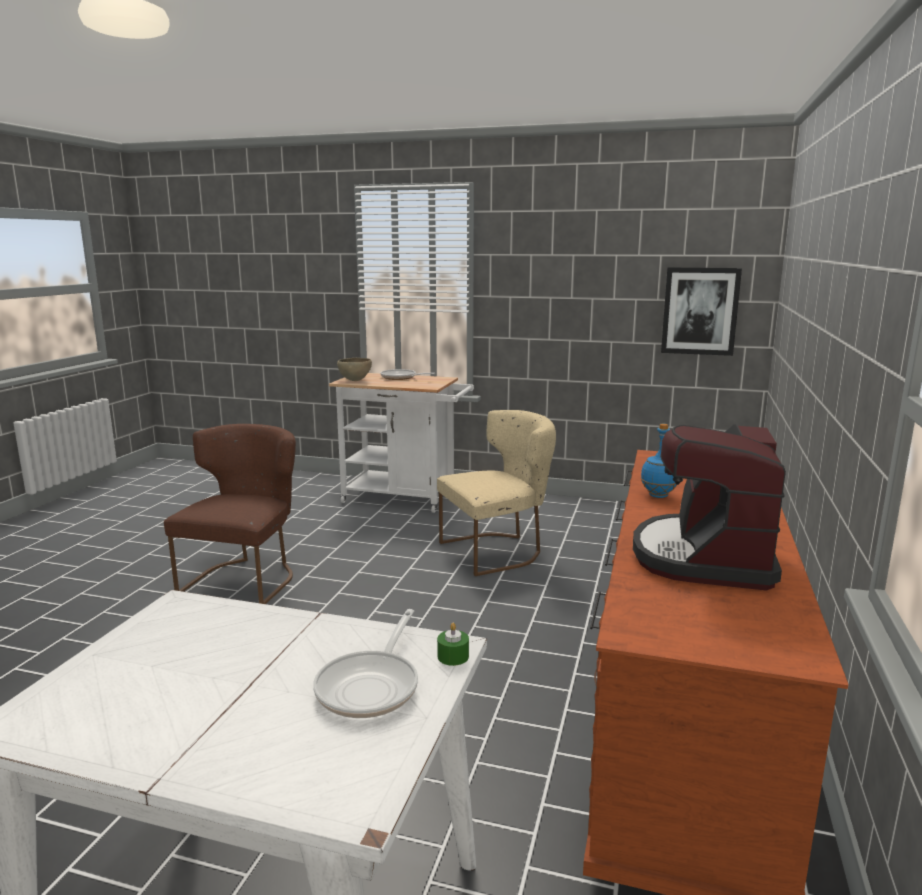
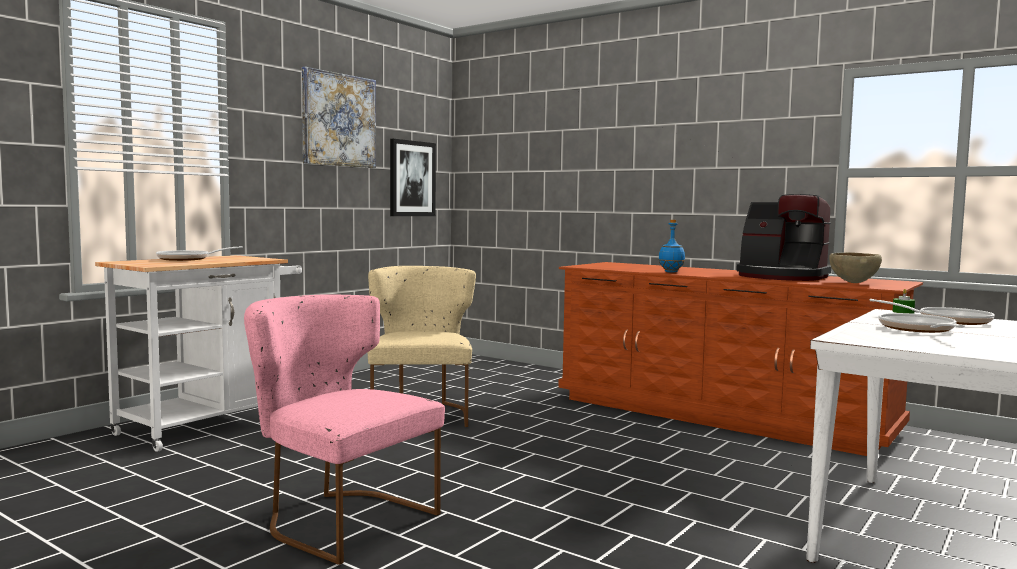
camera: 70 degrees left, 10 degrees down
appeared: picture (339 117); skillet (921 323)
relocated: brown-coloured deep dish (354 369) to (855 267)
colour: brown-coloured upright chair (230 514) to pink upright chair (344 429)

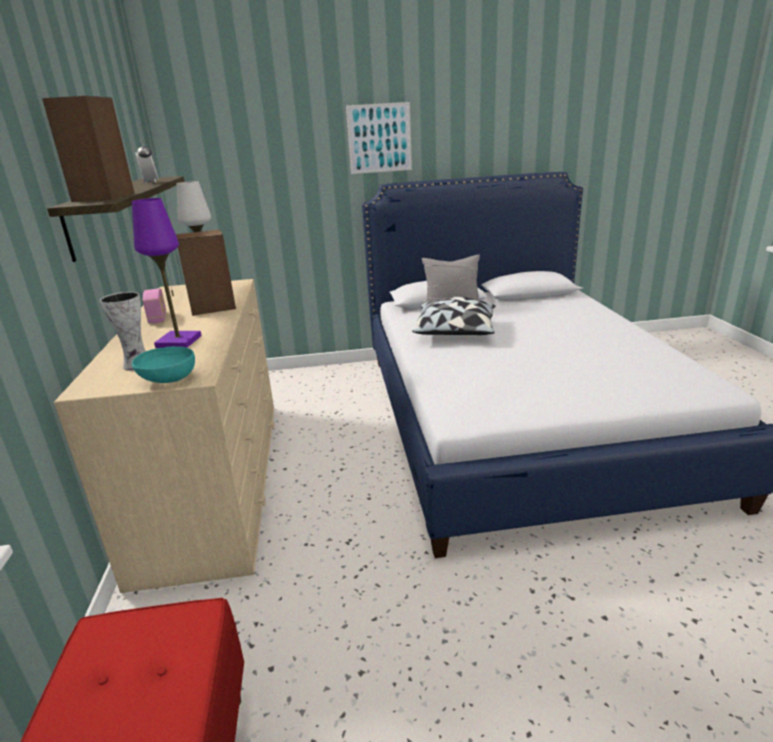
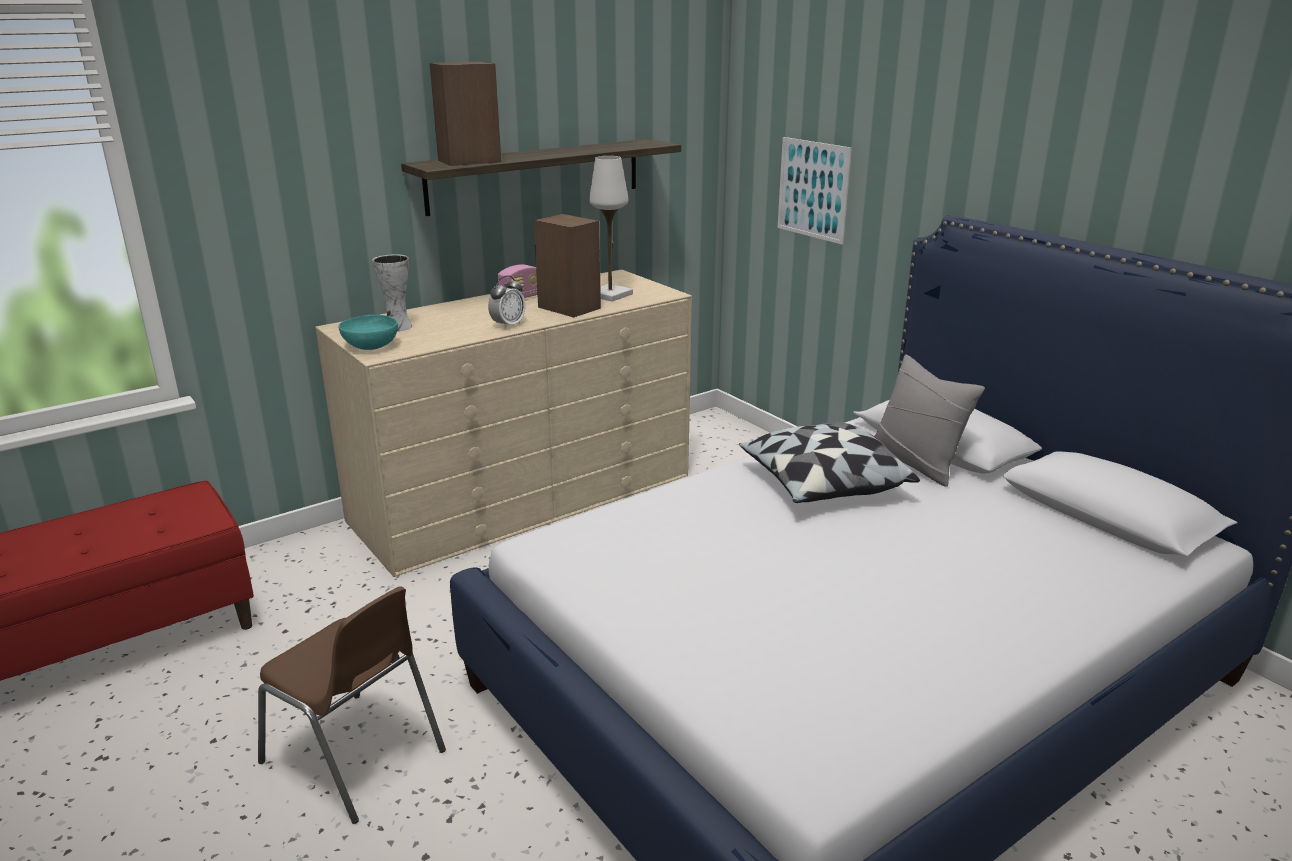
camera: 60 degrees right, 0 degrees up
missing: purplish tabletop lamp (166 273)
appeared: brown-coloured upright chair (352 705)
relocated: bedside clock (146 162) to (507 302); picture (379 138) to (814 191)

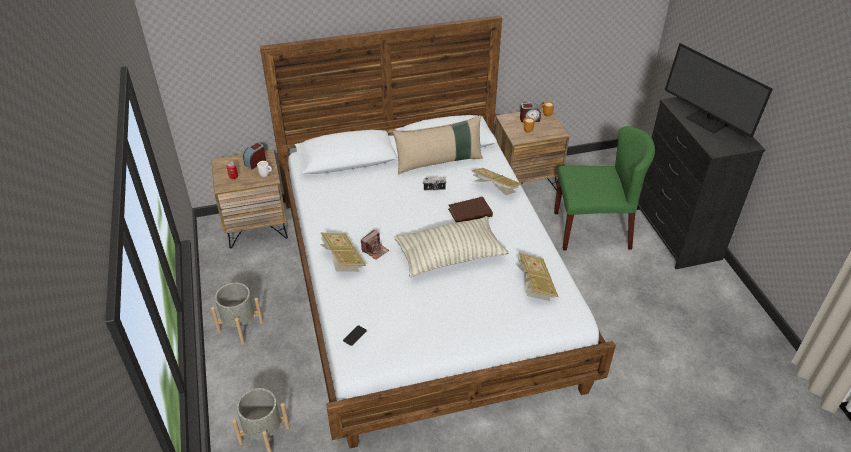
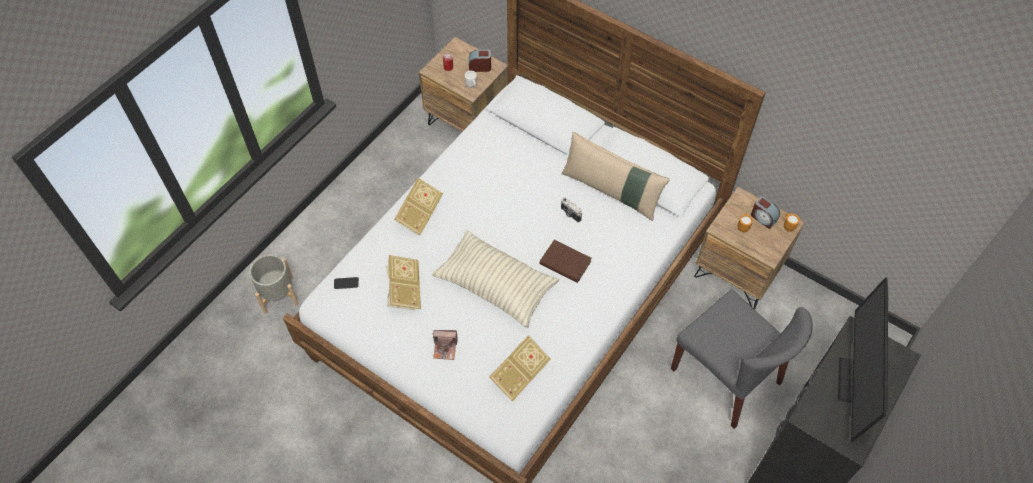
camera: 50 degrees right, 15 degrees up
missing: gray plant pot (237 313)
relocated: still camera (375 245) to (445 345); book (497 181) to (403 283)
colour: green upright chair (604 188) to gray upright chair (742 359)

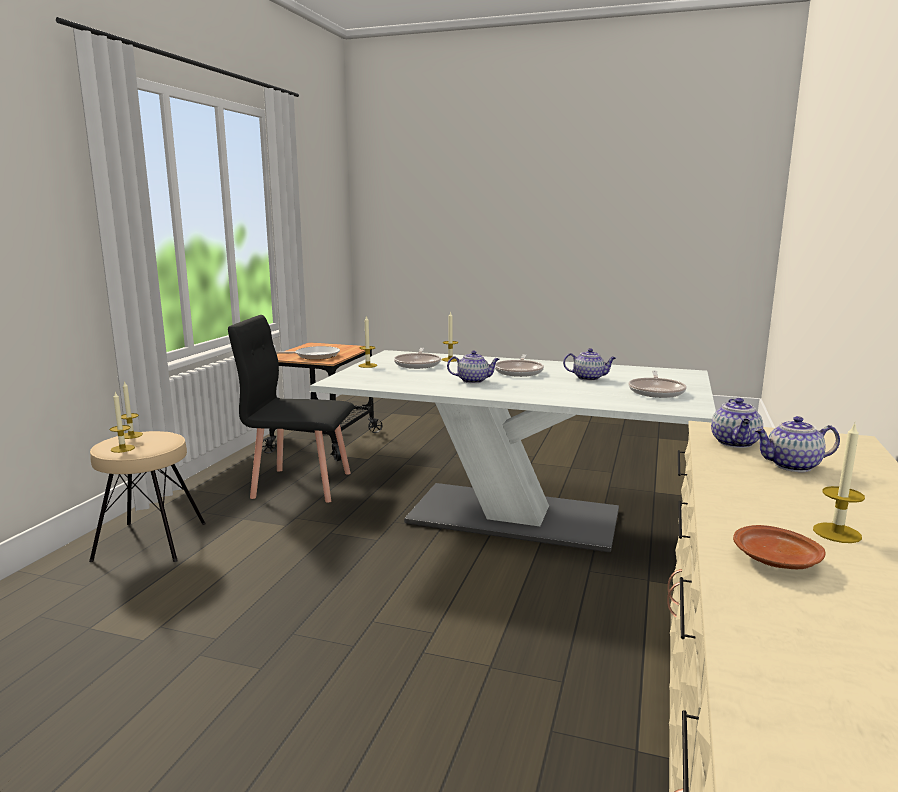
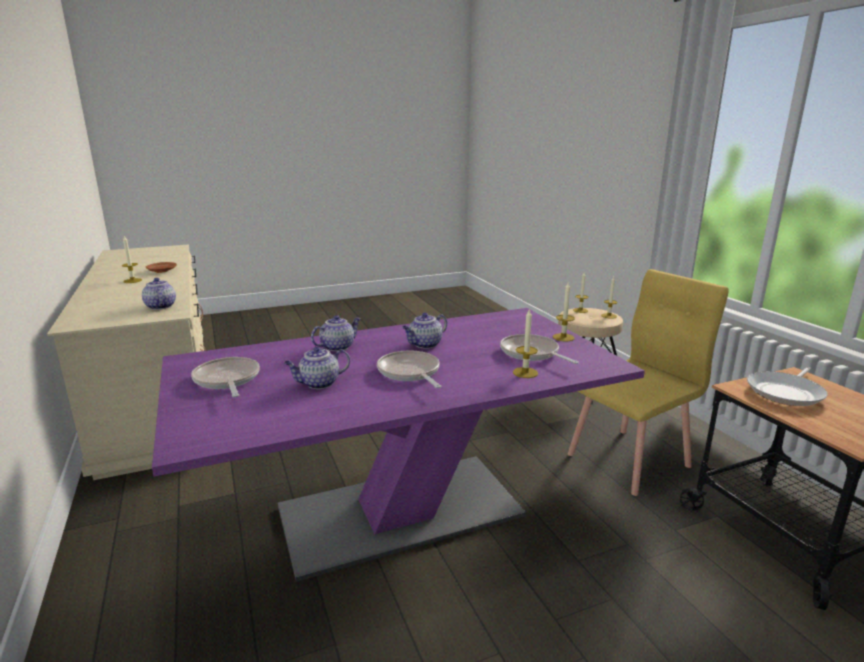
camera: 140 degrees right, 5 degrees up
relocated: pot for tea (797 444) to (336 333)
colour: blackish upright chair (291 409) to yellow-coloured upright chair (648 382); white-coloured dinner table (513 451) to purplish dinner table (398 445)

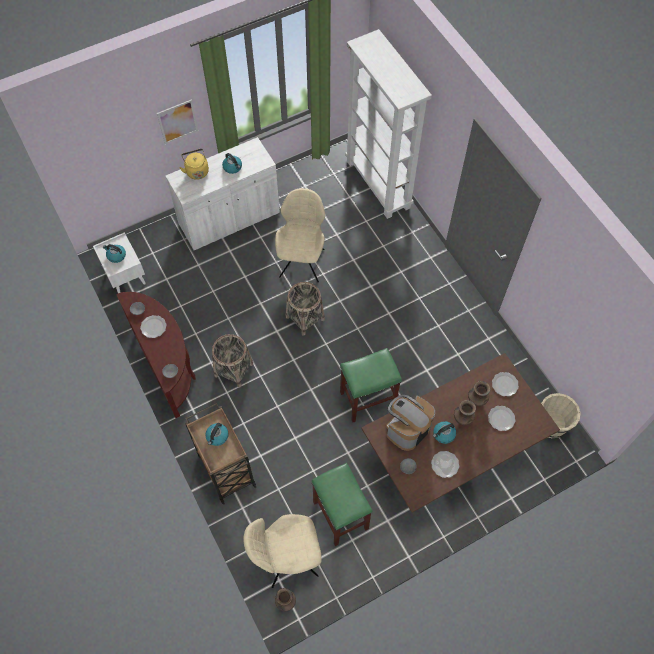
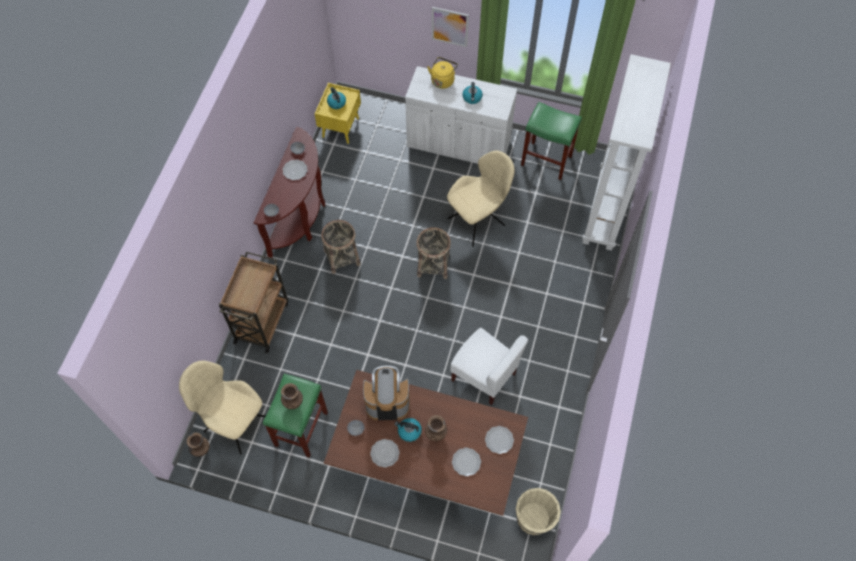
camera: 45 degrees right, 0 degrees up
missing: kettle (217 434)
appeared: white-coloured upright chair (489 366)
relocated: green stool seat (371 385) to (551 141); brown-coloured flower vase (479 393) to (292 396)
colour: white-coloured bedside table (119 262) to yellow-coloured bedside table (338 113)

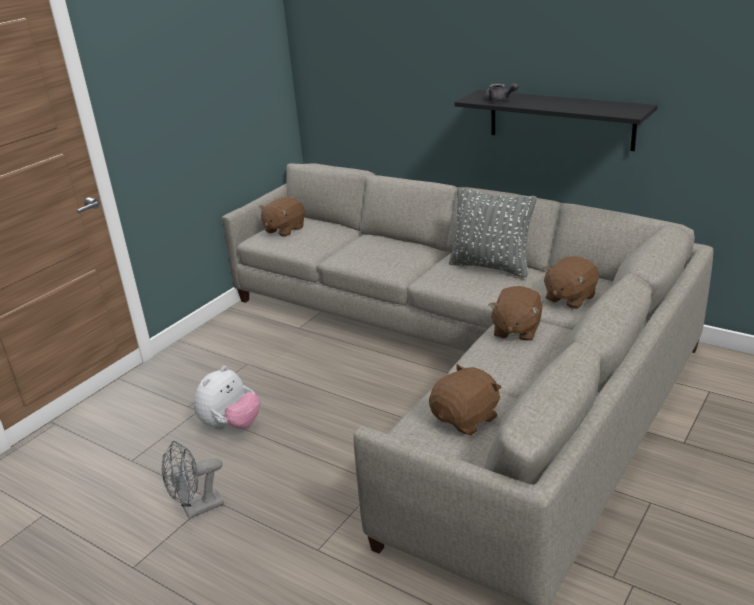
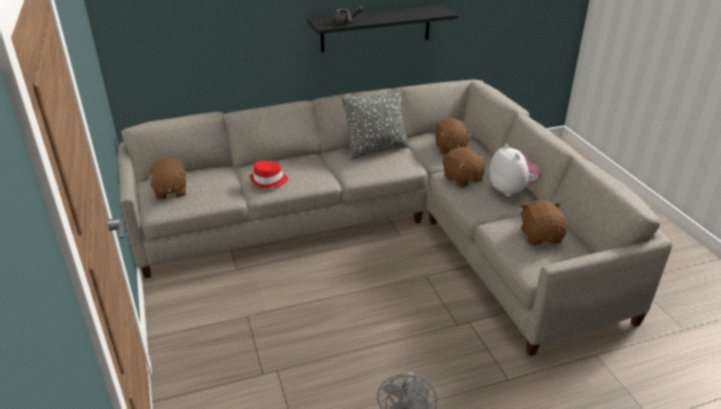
camera: 55 degrees left, 5 degrees up
appeared: red-coloured hat (269 174)
relocated: plush toy (227 398) to (515 170)

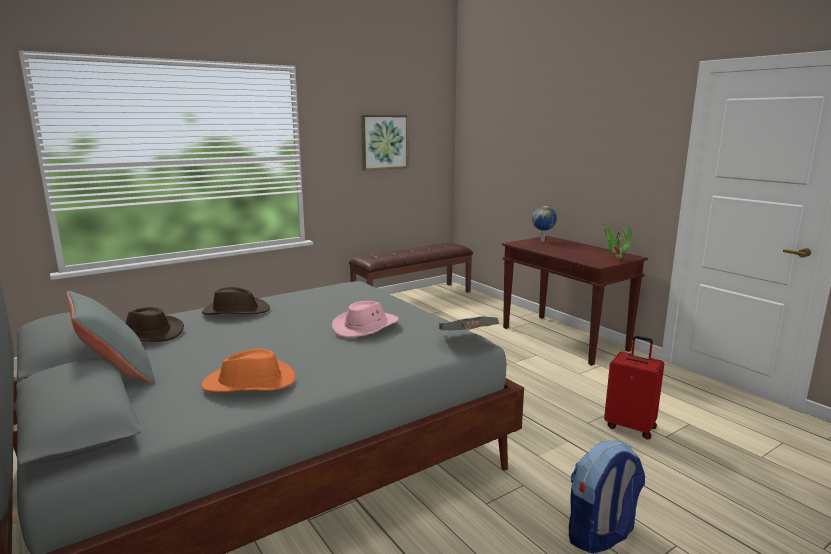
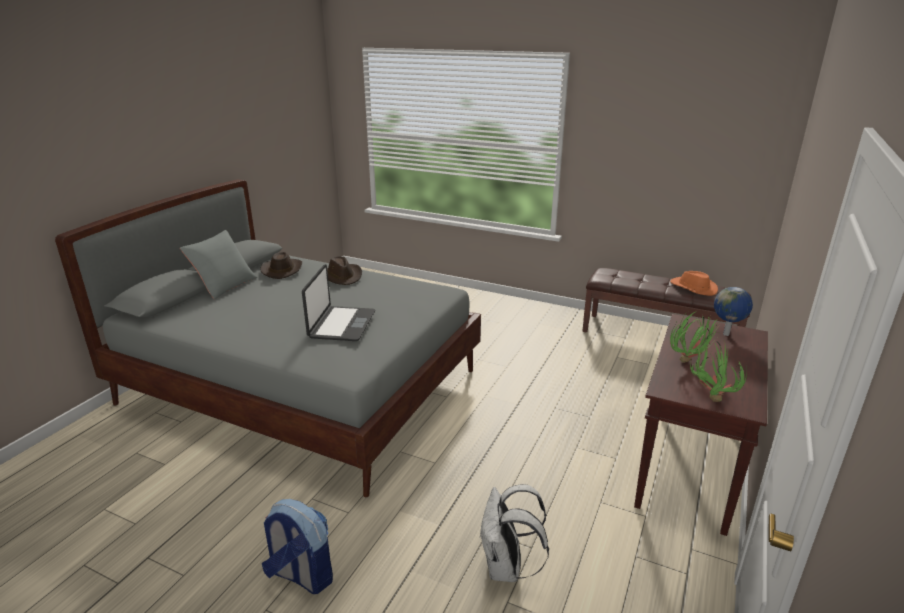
camera: 60 degrees right, 10 degrees up
missing: picture (384 143); daily paper (468 324)
appeared: potted plant (693 337)
relocated: orange hat (248 371) to (694 283)
exchanged: pink hat (365 319) to portable computer (338 302); red-coloured travel case (634 388) to white-coloured knapsack (514 533)

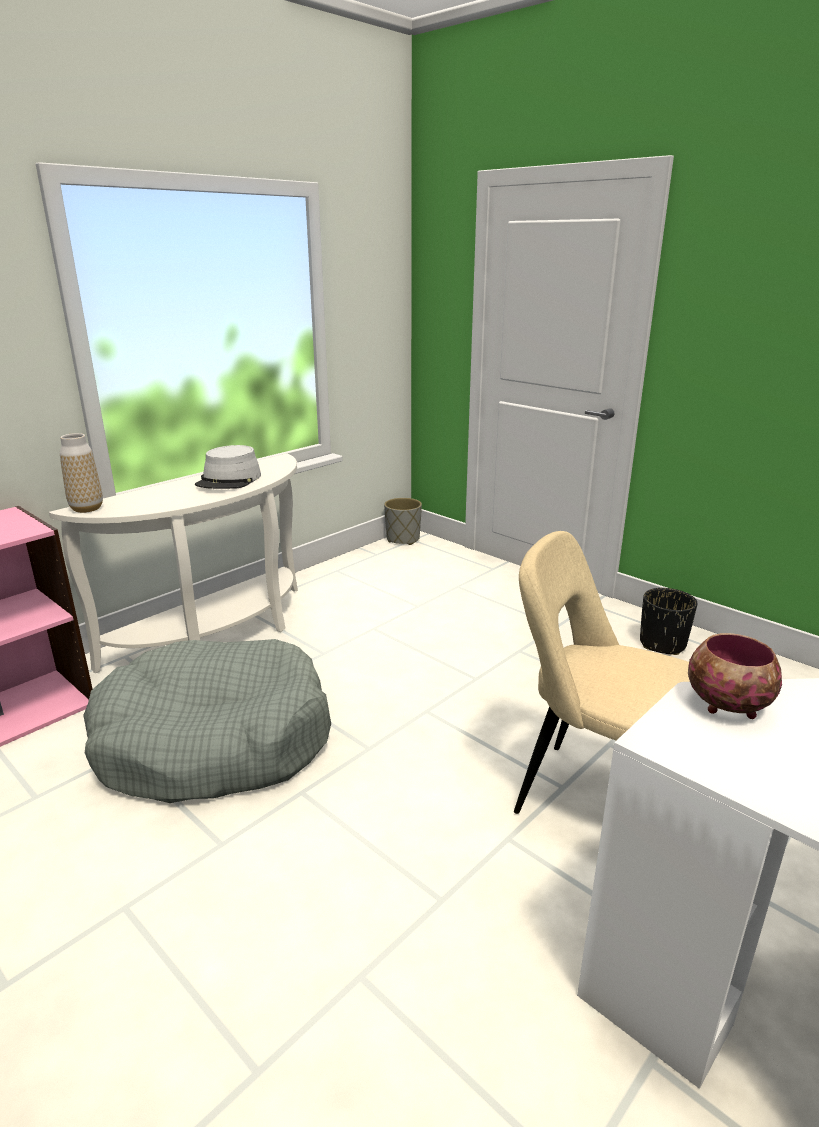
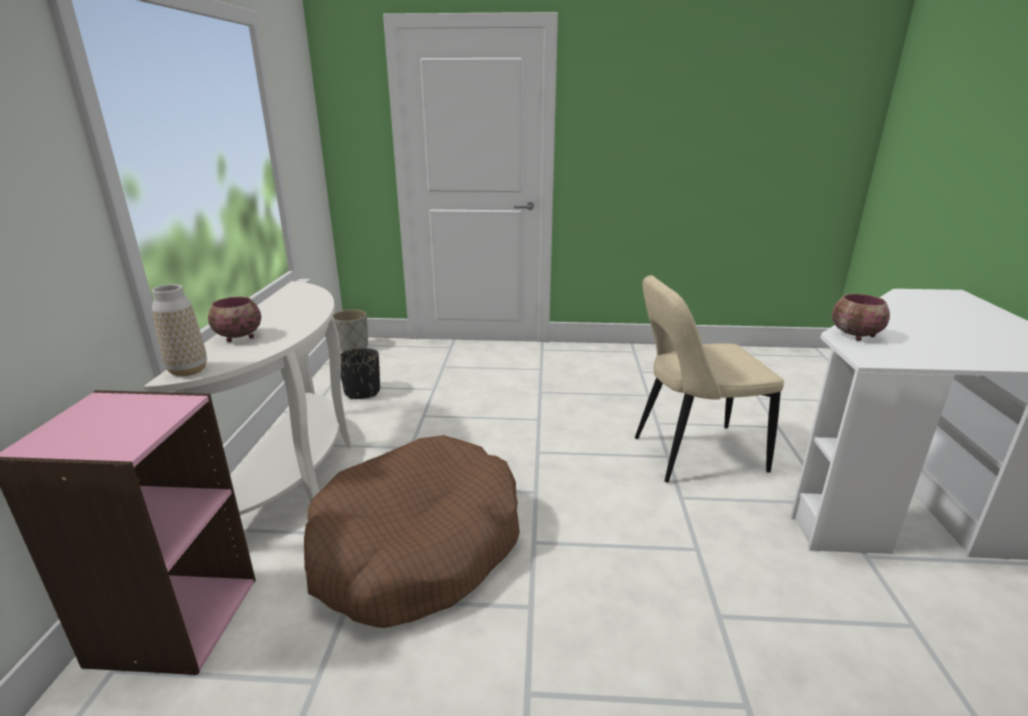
camera: 40 degrees left, 0 degrees up
missing: gray hat (228 467)
appeared: deep dish (234 319)
relocated: blackish plant pot (668 621) to (360 373)
colour: gray dog cushion (207 721) to brown-coloured dog cushion (412 531)

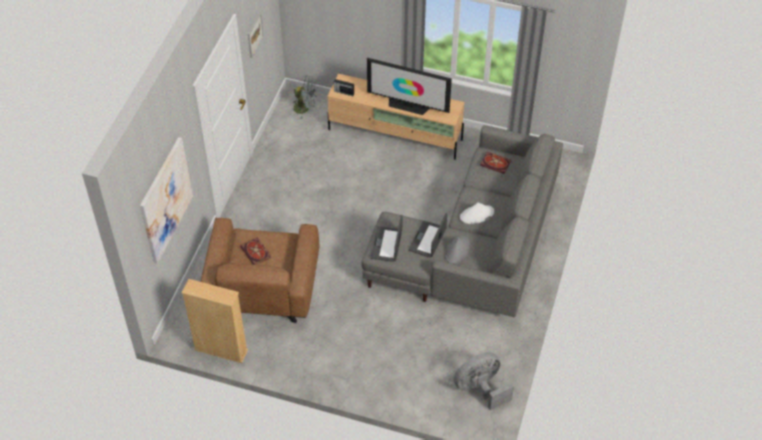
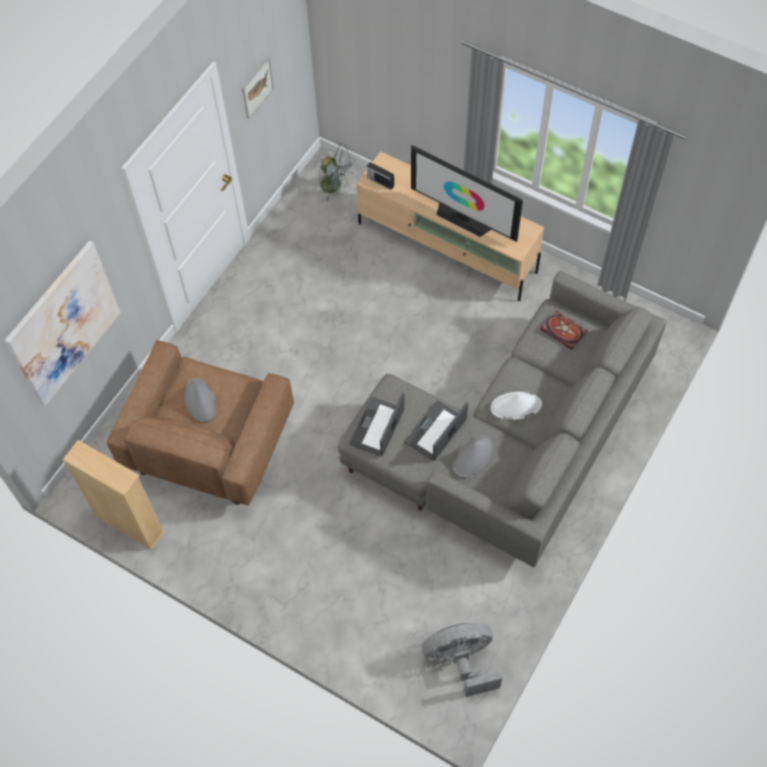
camera: 15 degrees right, 10 degrees up
exchanged: book (255 251) to gray hat (200 400)

